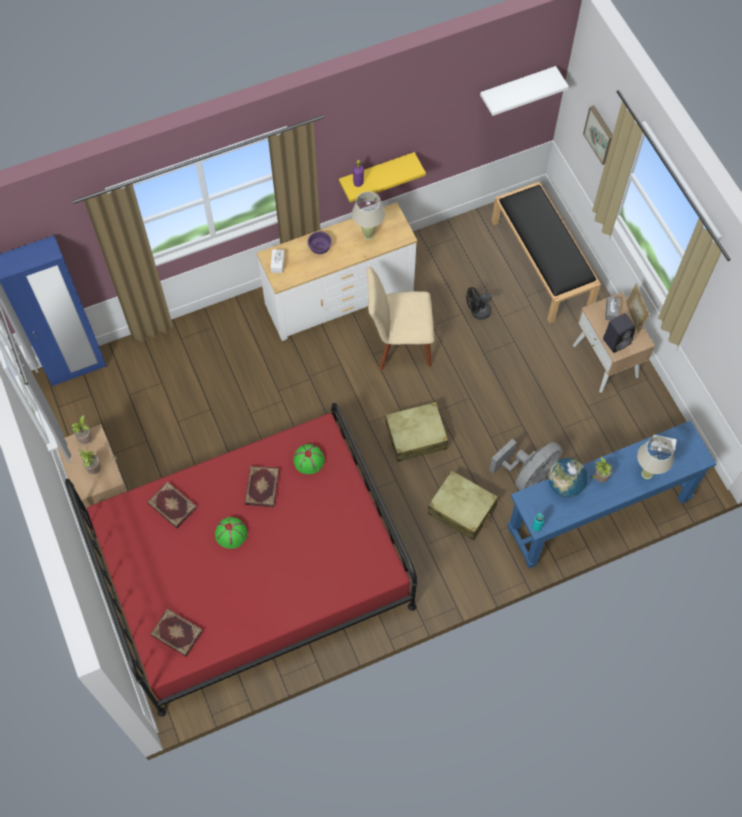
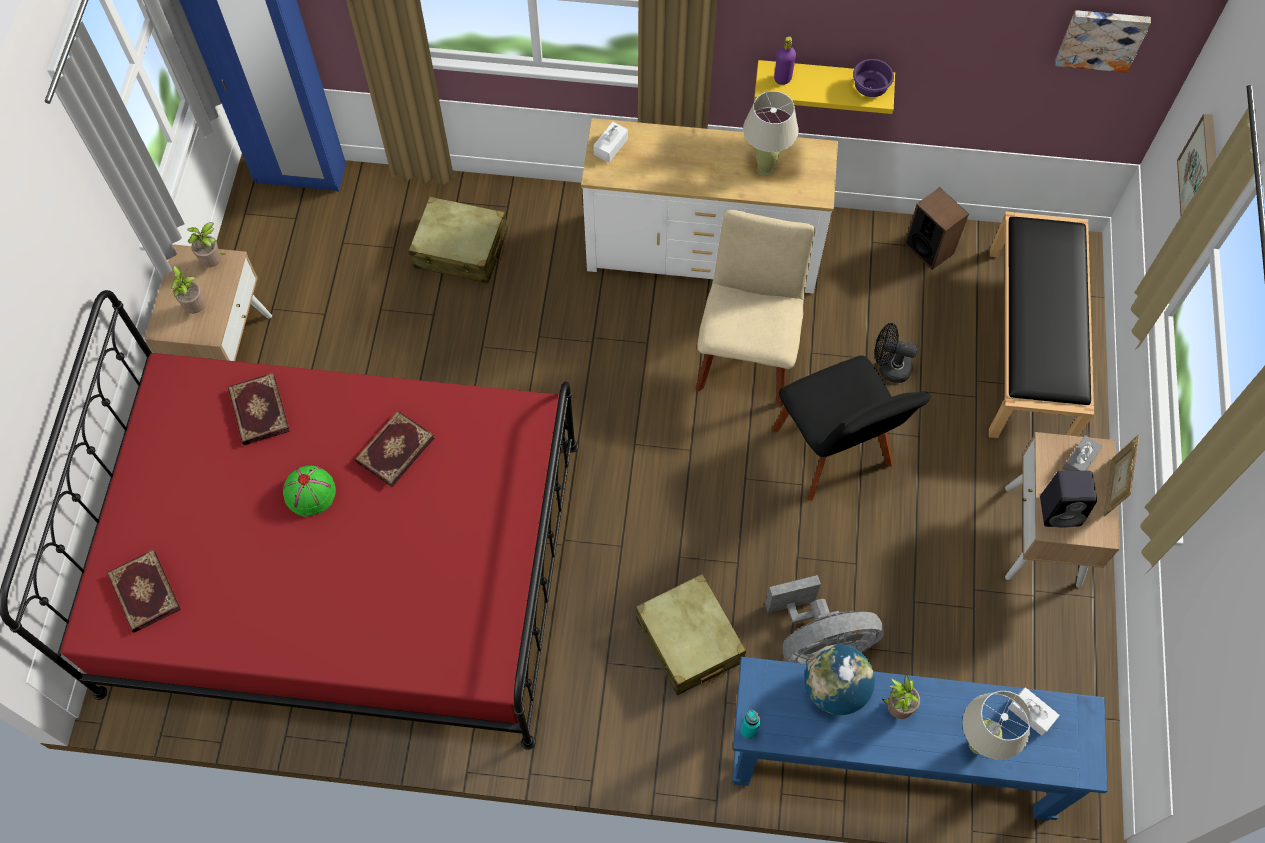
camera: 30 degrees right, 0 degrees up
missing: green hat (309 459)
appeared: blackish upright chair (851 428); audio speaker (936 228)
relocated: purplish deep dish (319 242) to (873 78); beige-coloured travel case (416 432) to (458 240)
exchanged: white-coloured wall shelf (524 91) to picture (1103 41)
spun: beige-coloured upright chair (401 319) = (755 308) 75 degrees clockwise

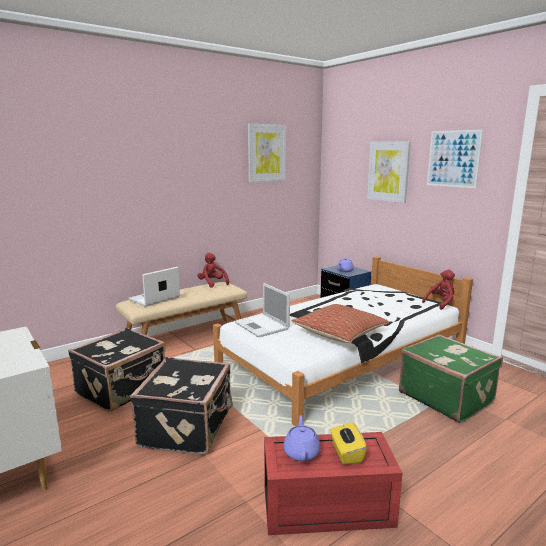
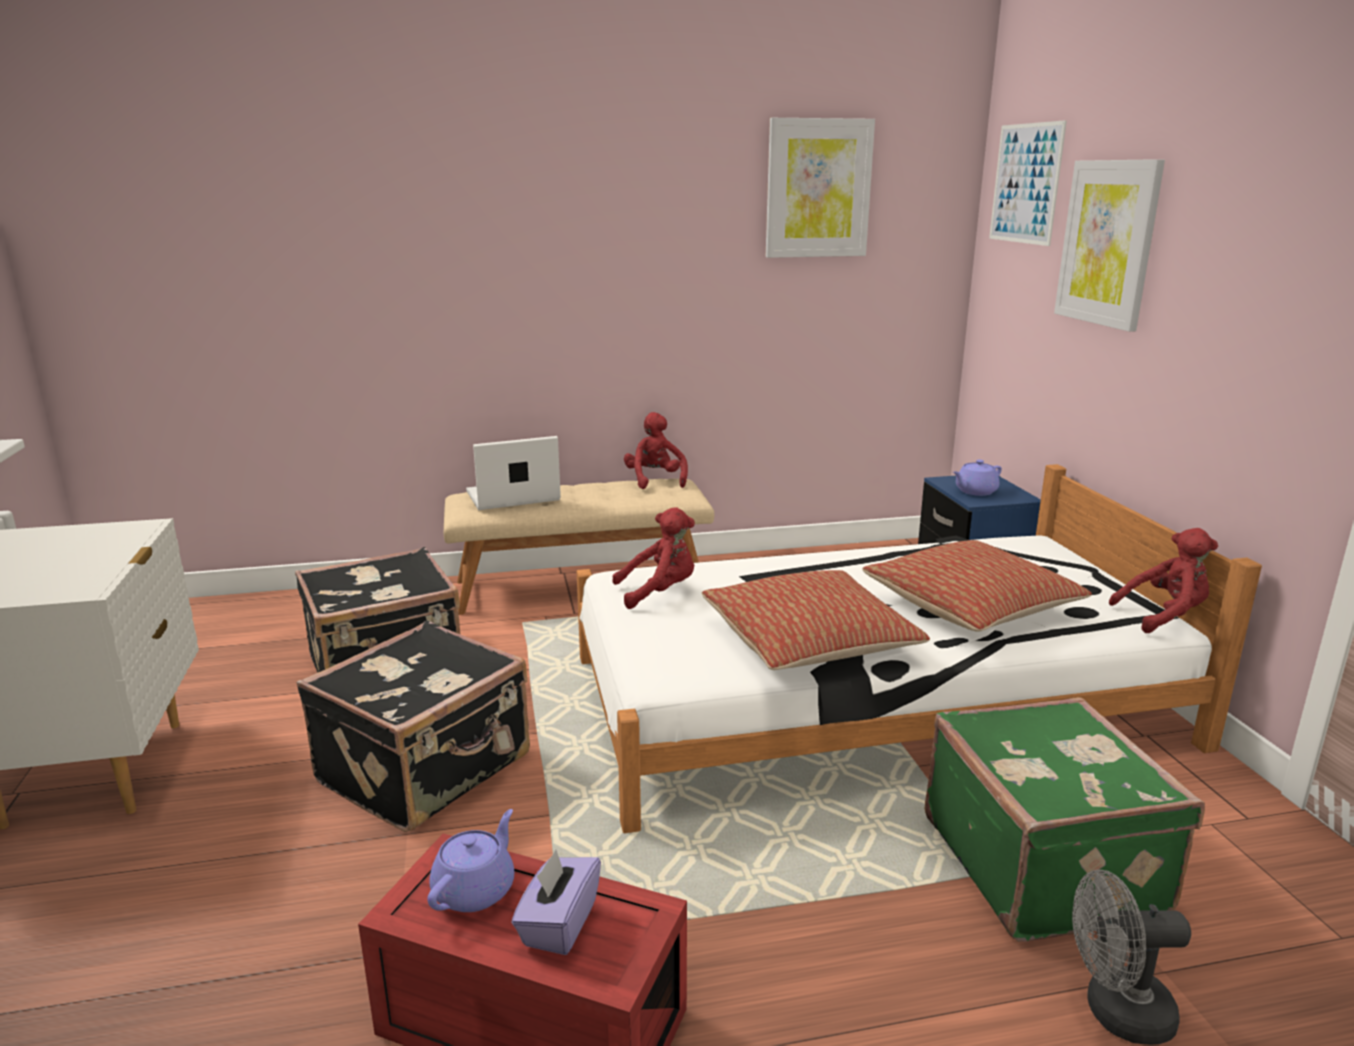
camera: 25 degrees right, 5 degrees up
appeared: pillow (977 586); gray electric fan (1131 957)
relocated: picture (455 158) to (1028 183)
exchanged: portable computer (262 310) to red-coloured plush toy (653 558)
colour: yellow-coloured tissue box (348 443) to purplish tissue box (556 902)

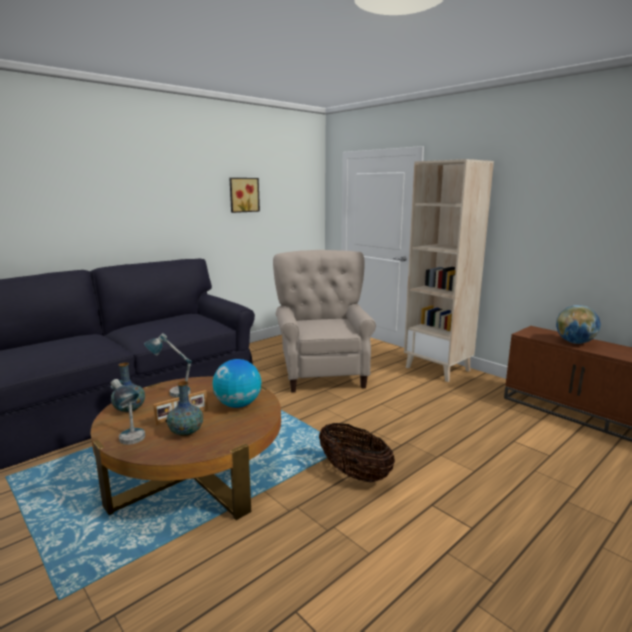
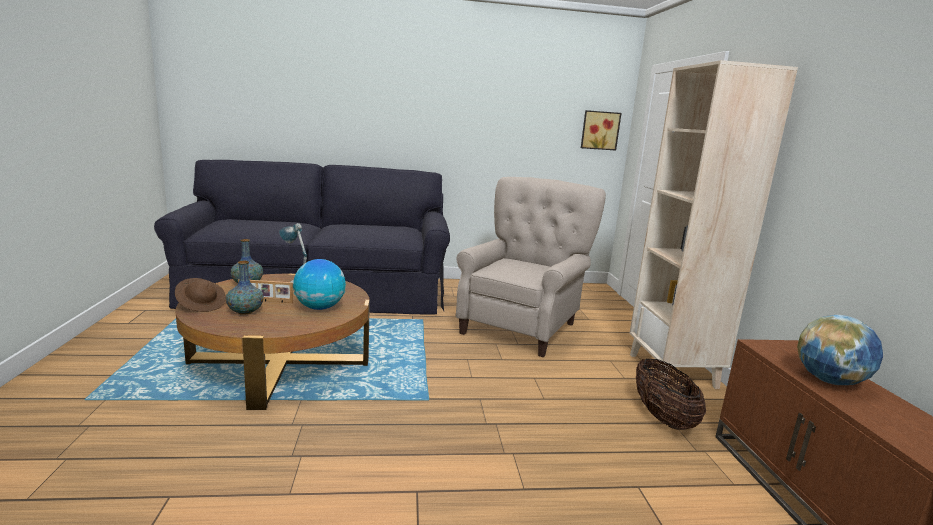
camera: 35 degrees right, 0 degrees up
relocated: picture (244 195) to (601 130); household basket (357 452) to (671 394)
exchanged: tabletop lamp (127 412) to brown-coloured hat (200 295)

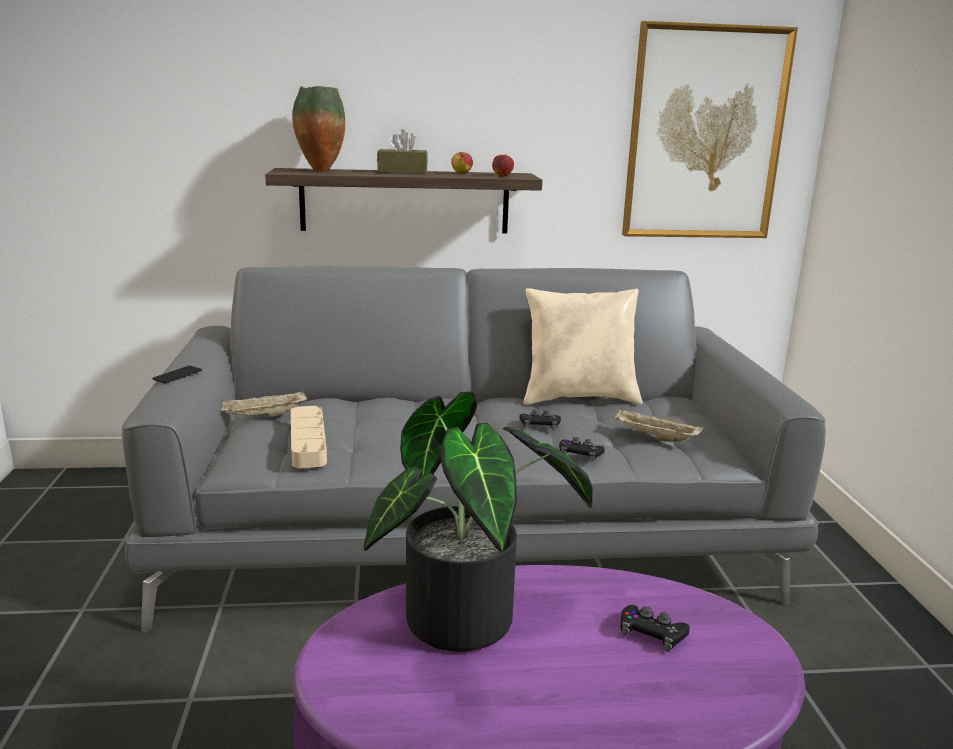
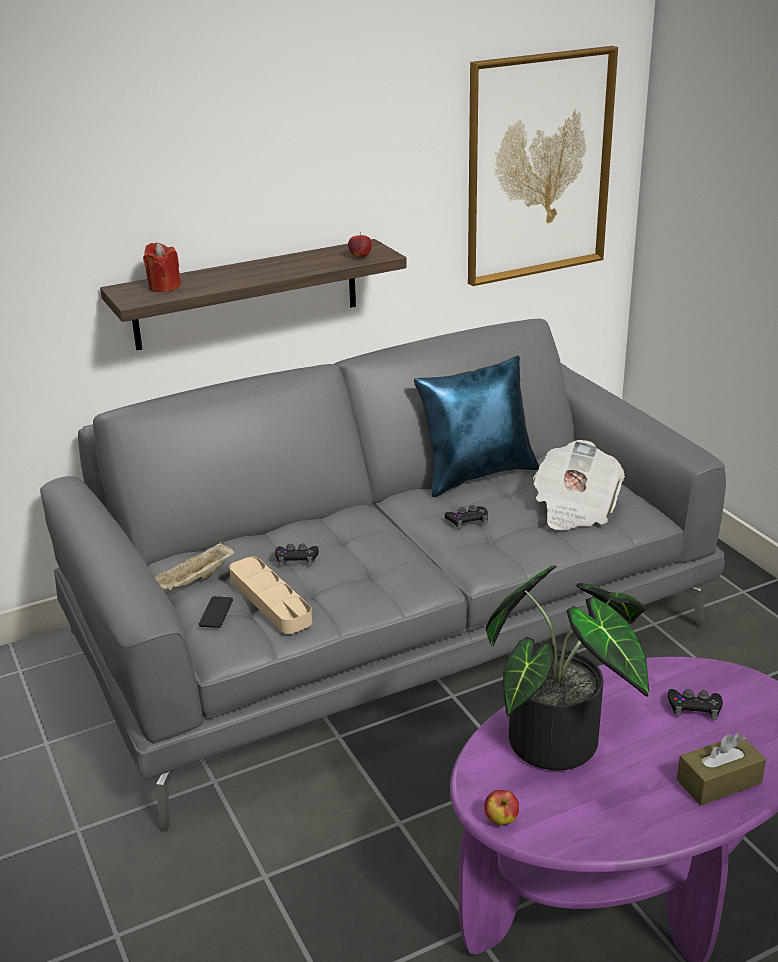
camera: 20 degrees left, 10 degrees up
relocated: telephone (177 374) to (216 612); brown-coloured tissue box (402 151) to (721 769); apple (462 163) to (501 807); blackish game controller (582 449) to (297 554)
exchanged: flower vase (318 128) to red-coloured wax light (162 267); beige-coloured carrying tray (659 425) to daily paper (579 485)
colour: beige-coloured pillow (583 346) to blue pillow (476 426)

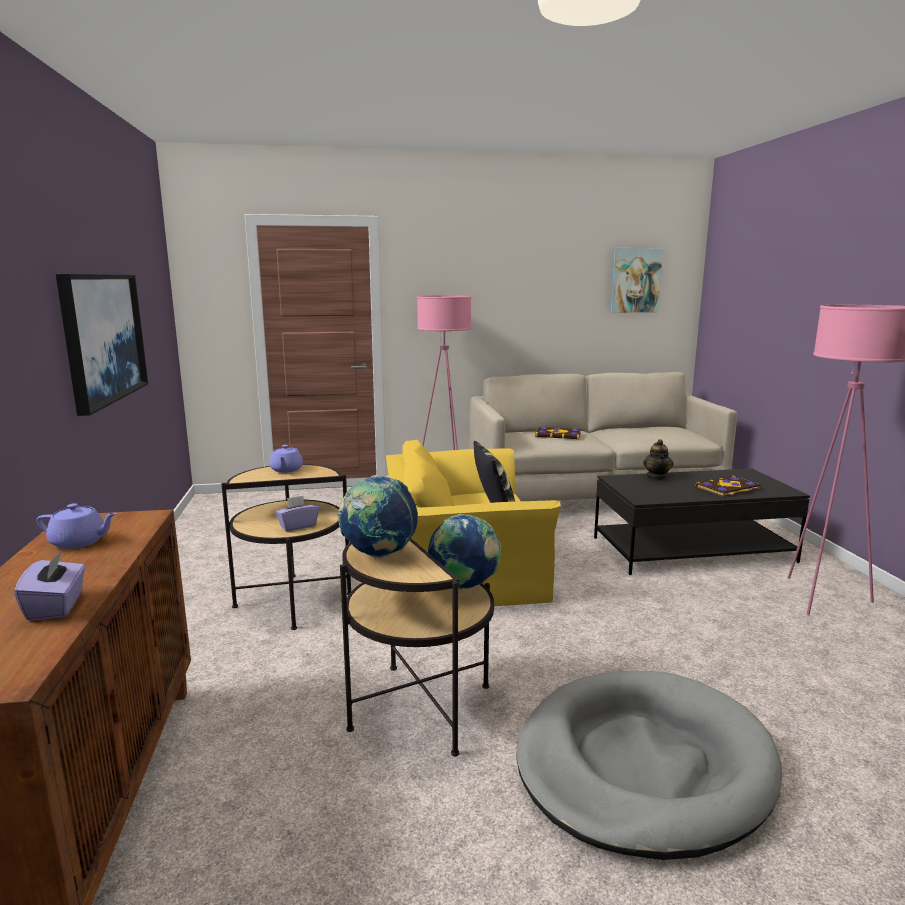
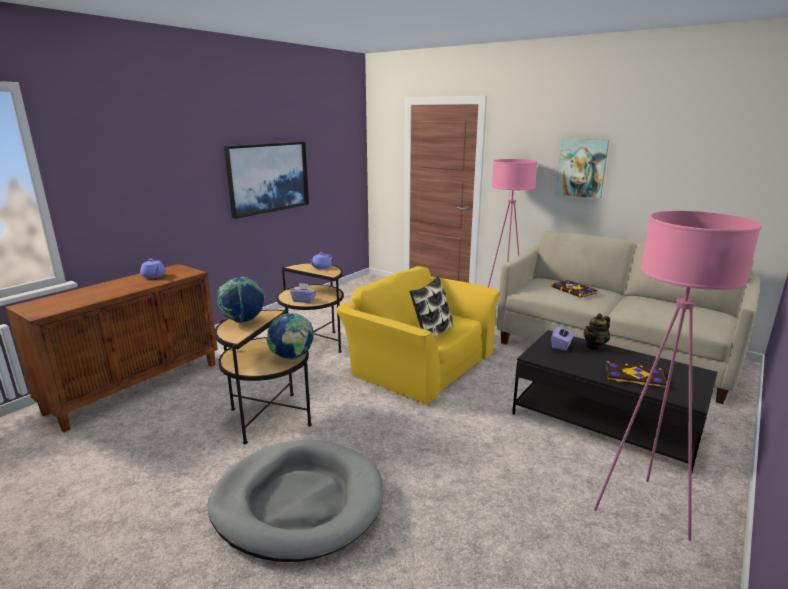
camera: 45 degrees right, 5 degrees up
relocated: purplish tissue box (49 585) to (563 338); picture (636 280) to (582 169)

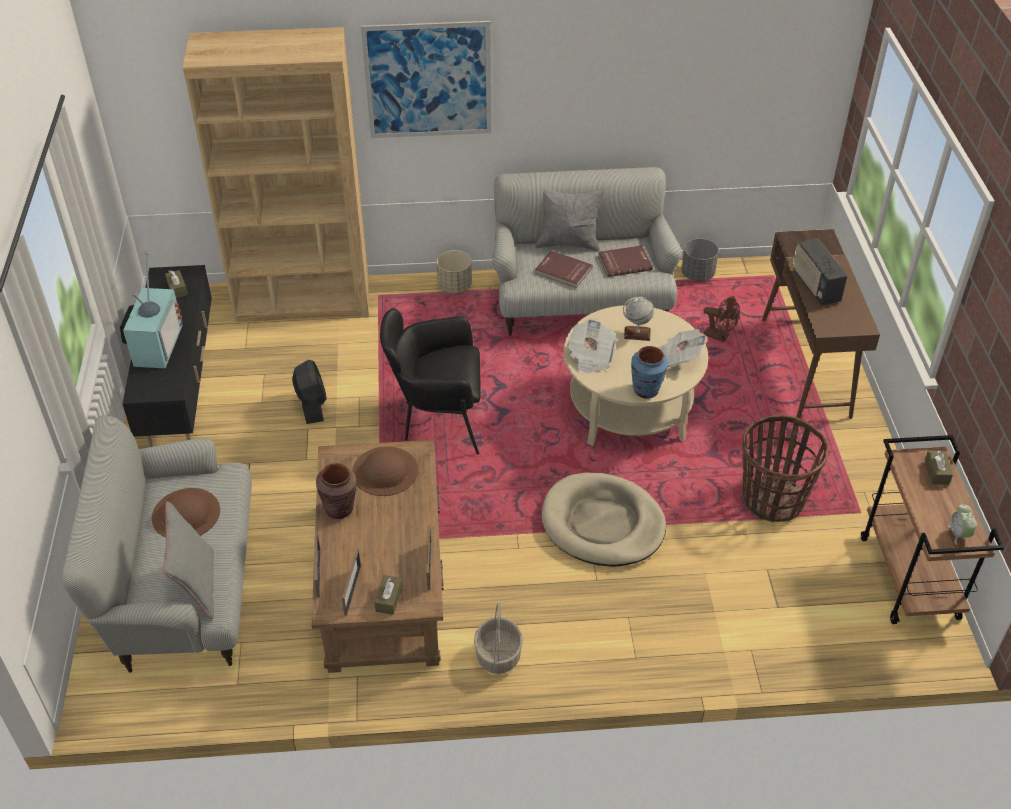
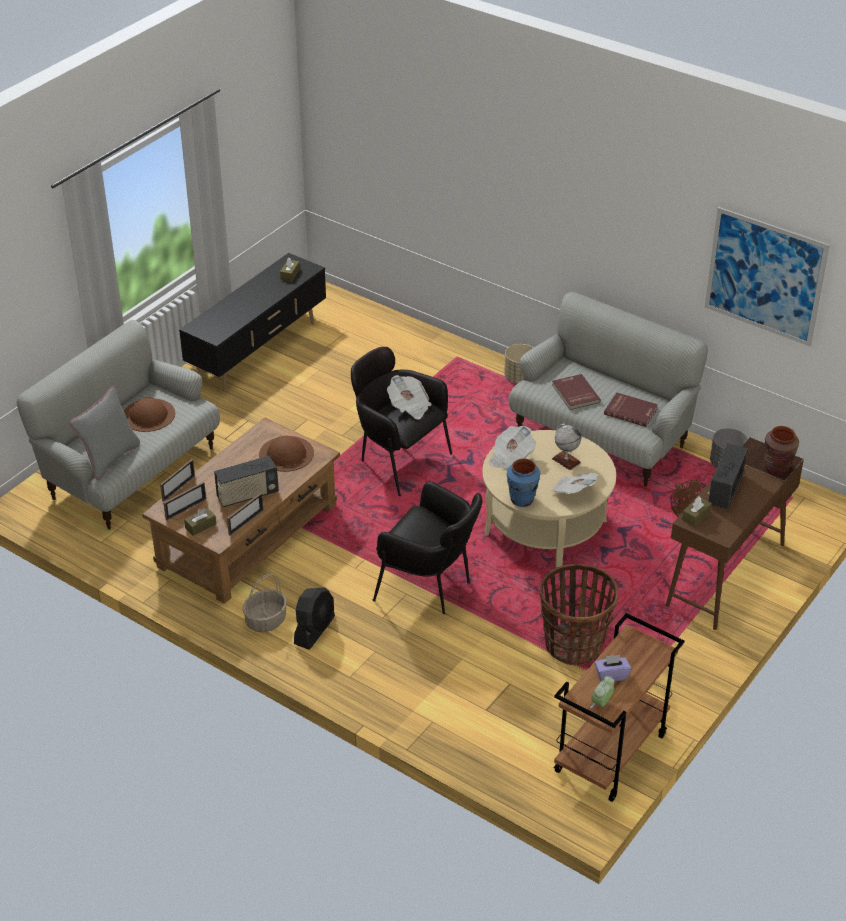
camera: 40 degrees right, 5 degrees down
missing: TV (151 310); brown-coloured shelving unit (276 174); gray pillow (570 220)
appeared: radio receiver (246 481); daily paper (409 397); purplish tissue box (613 668)
relocated: blackish electric fan (309 392) to (314 618); brown-coloured flower vase (336 491) to (781 450); picture (426 79) to (767 276); brown-coloured tissue box (939 467) to (697 511)
exchanged: beige-coloured dog cushion (604 520) to blackish easy chair (427 548)

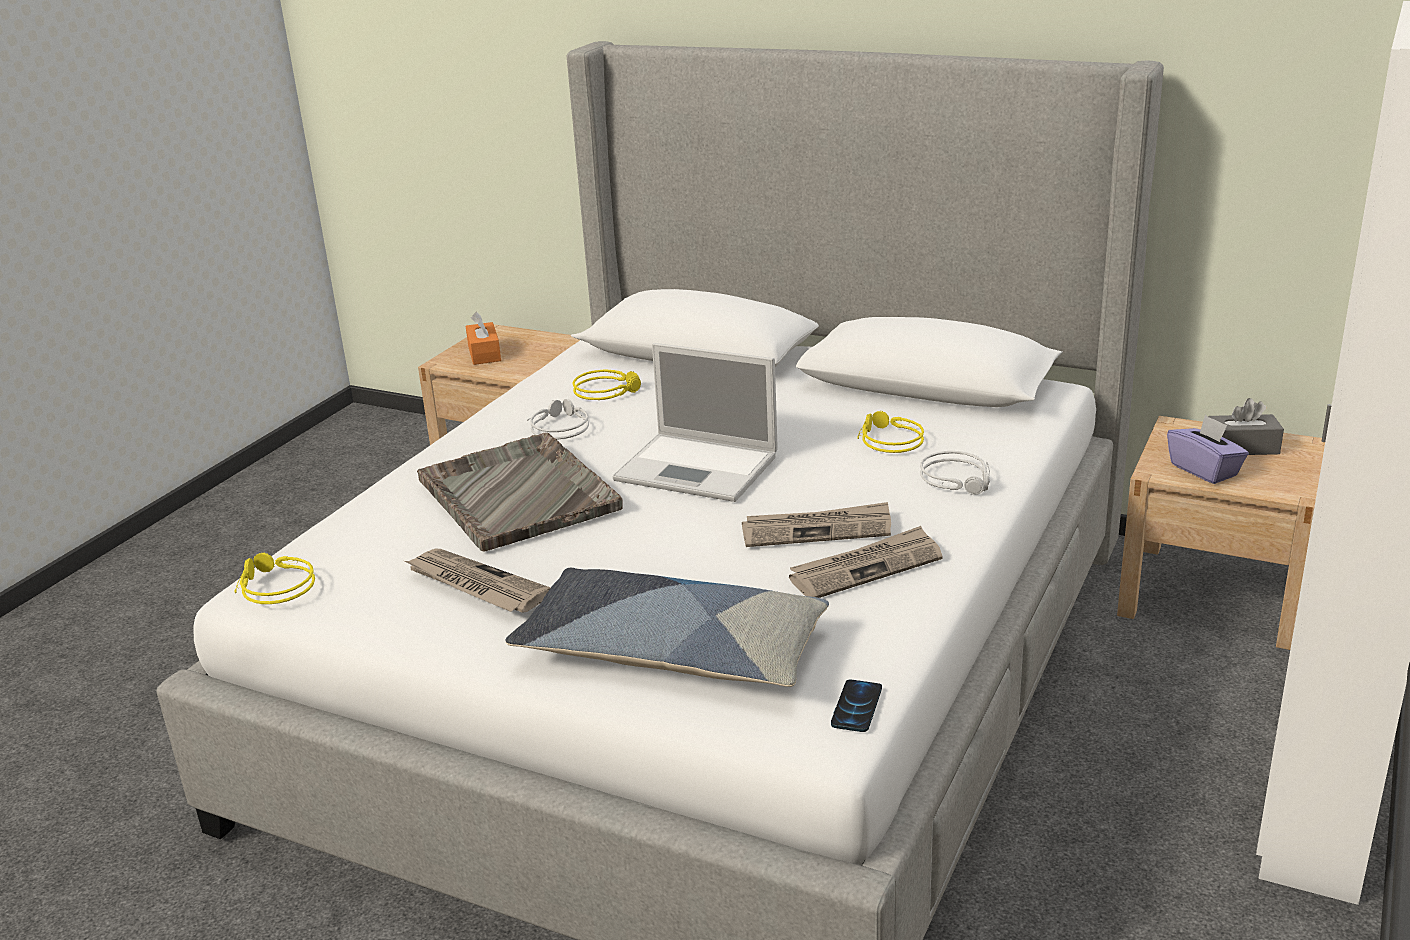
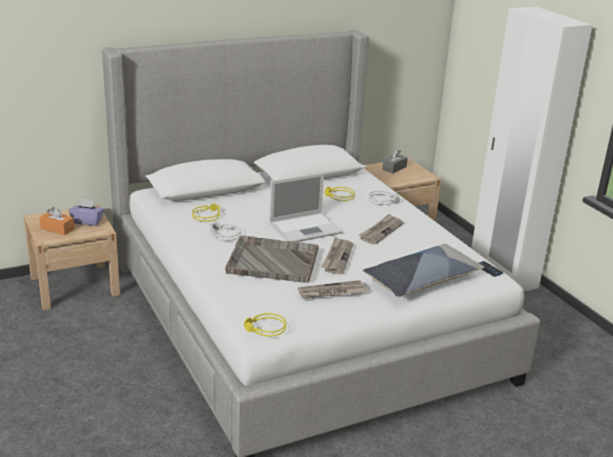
camera: 55 degrees left, 0 degrees up
relocated: daily paper (866 562) to (337 255); purplish tissue box (1208 449) to (86 212)

